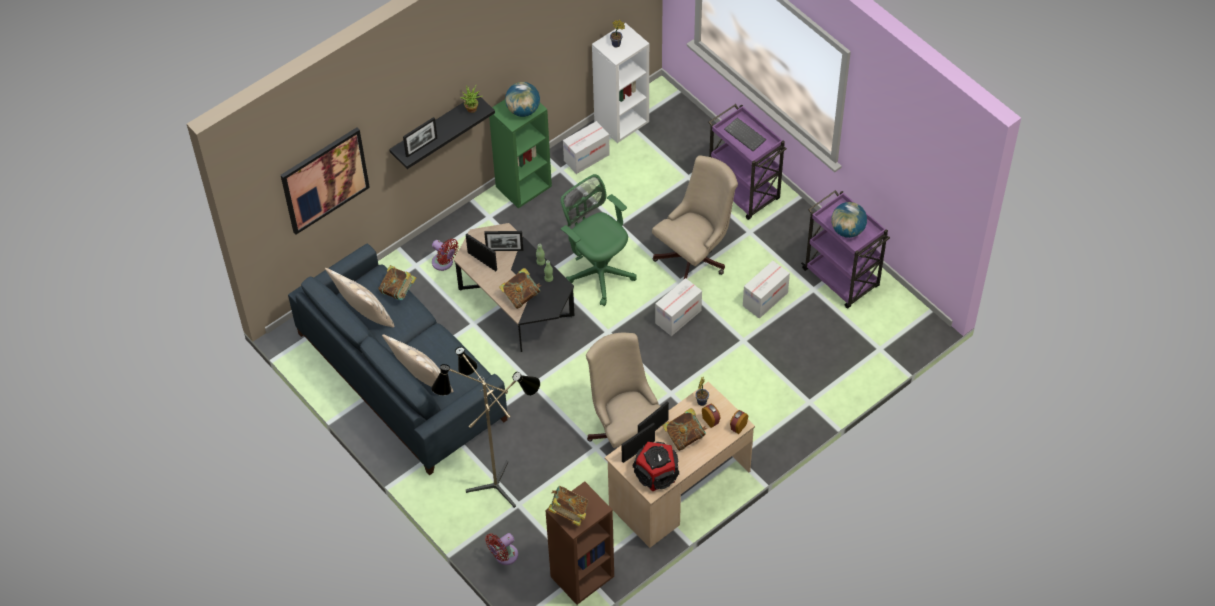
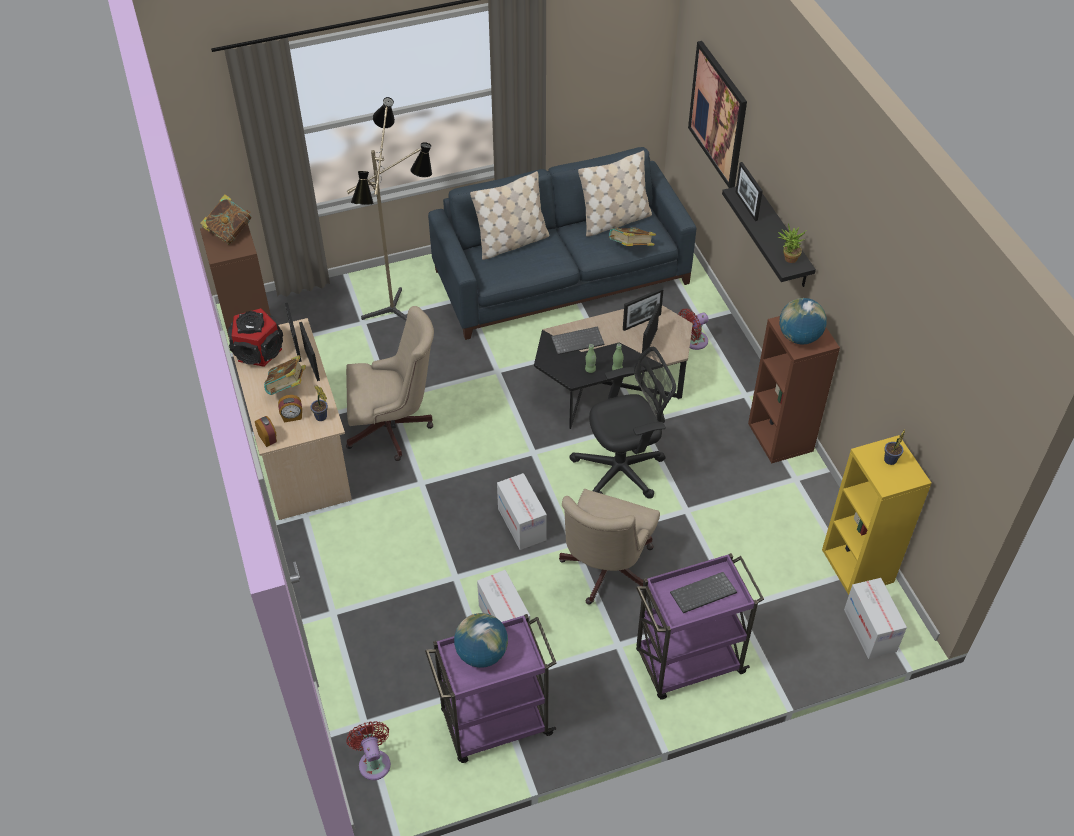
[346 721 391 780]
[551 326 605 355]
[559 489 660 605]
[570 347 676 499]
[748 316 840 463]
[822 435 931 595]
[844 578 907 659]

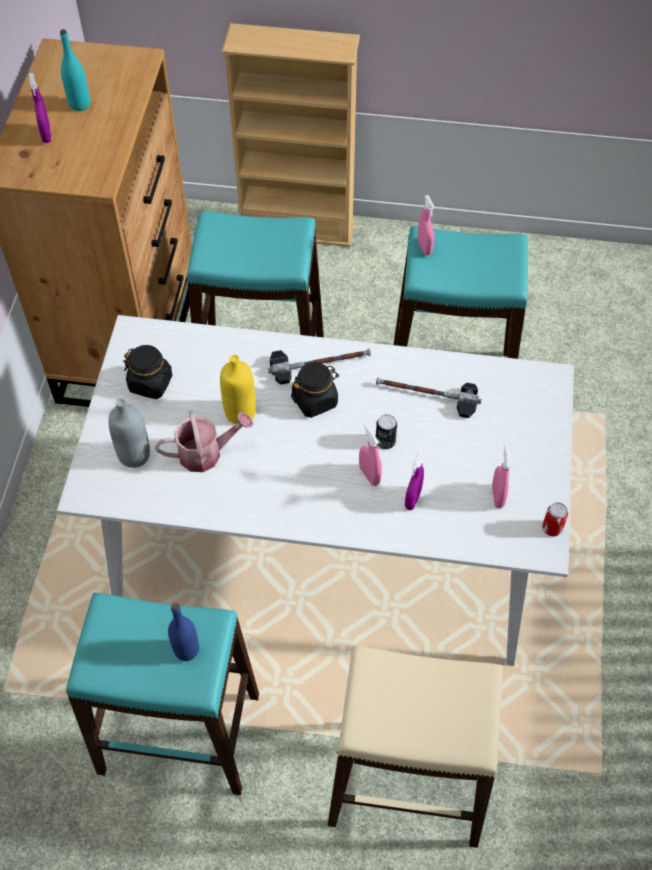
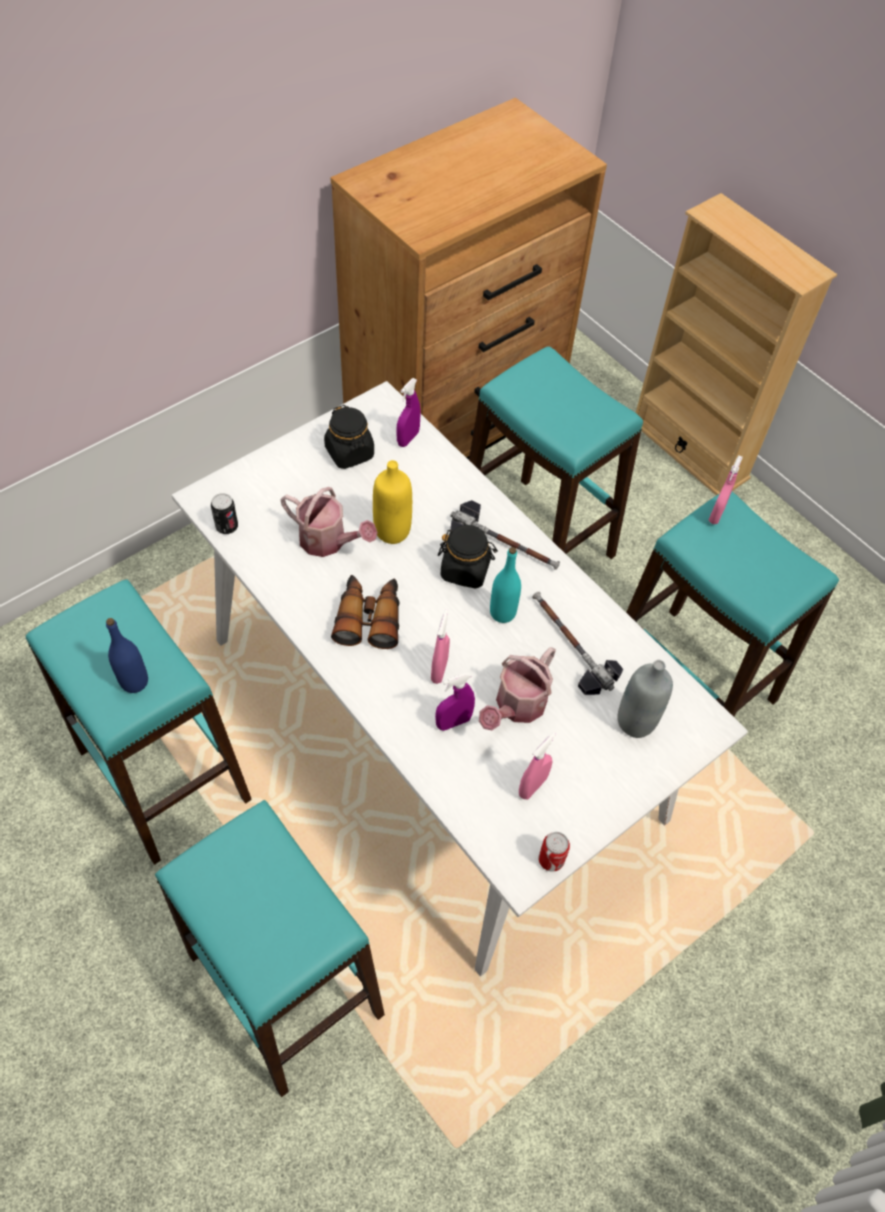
[155 800 385 1097]
[211 493 238 534]
[331 575 399 649]
[396 378 421 447]
[479 647 556 730]
[490 547 521 623]
[617 660 673 738]

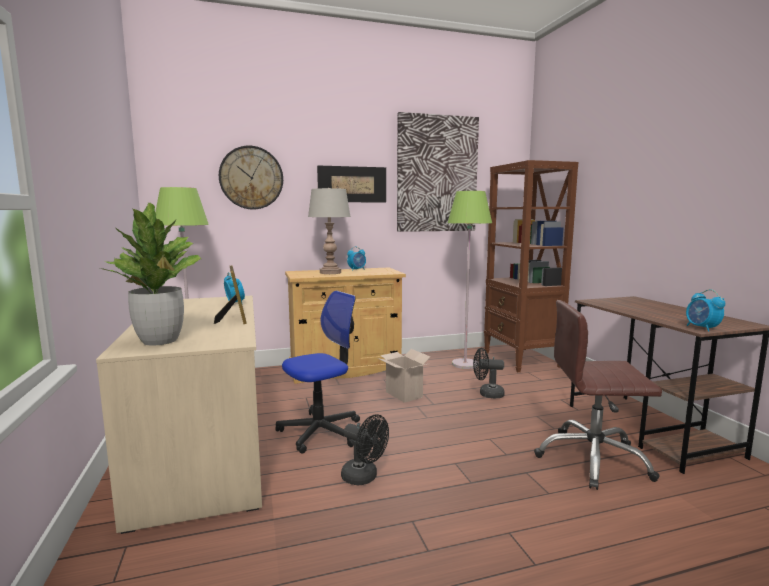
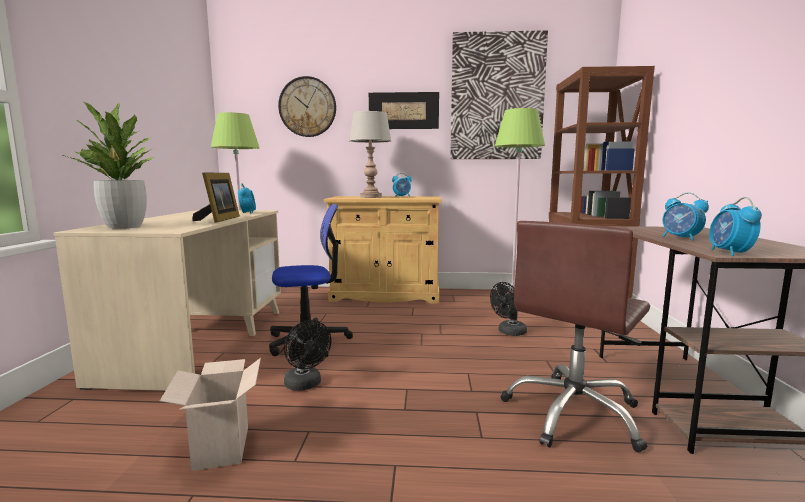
[160 358 261 471]
[490 282 527 336]
[501 221 650 452]
[662 192 709 241]

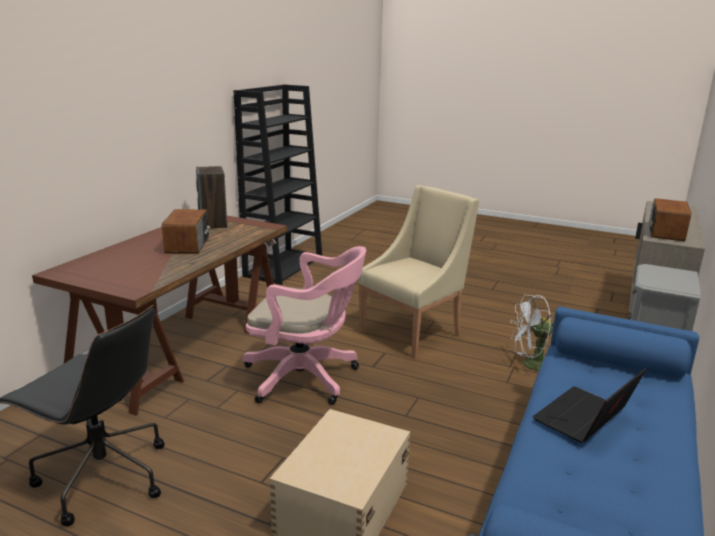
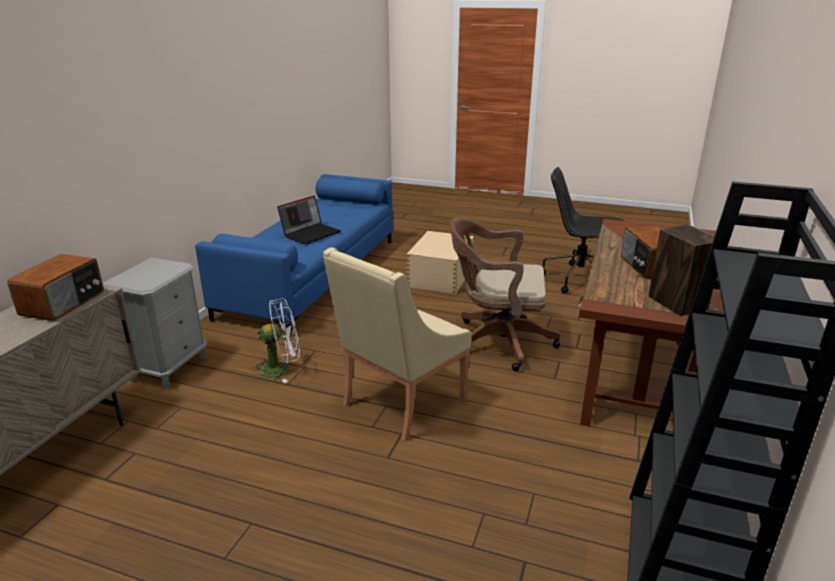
[450 216 560 371]

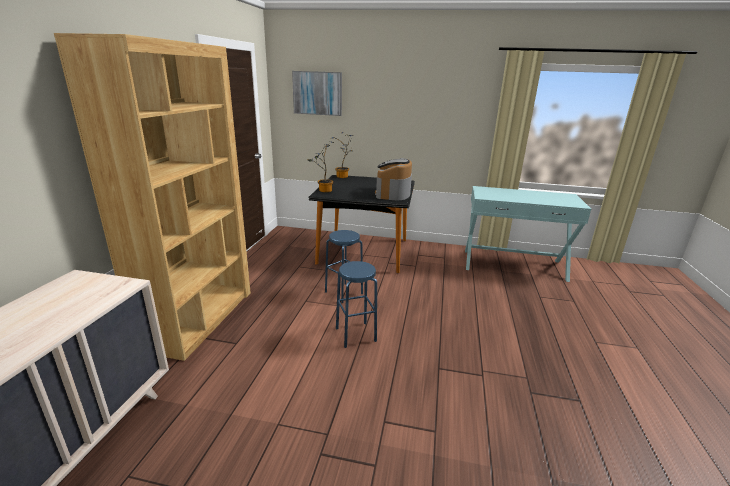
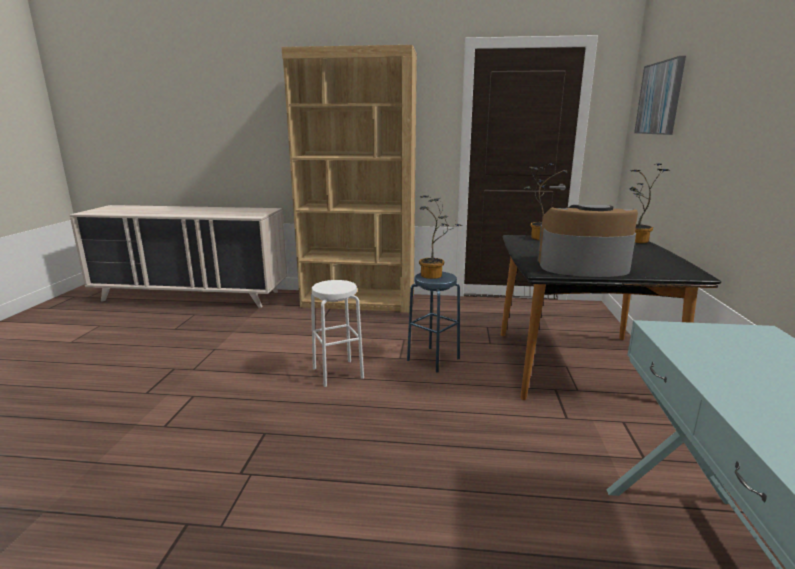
[311 280 364 387]
[419 195 462 279]

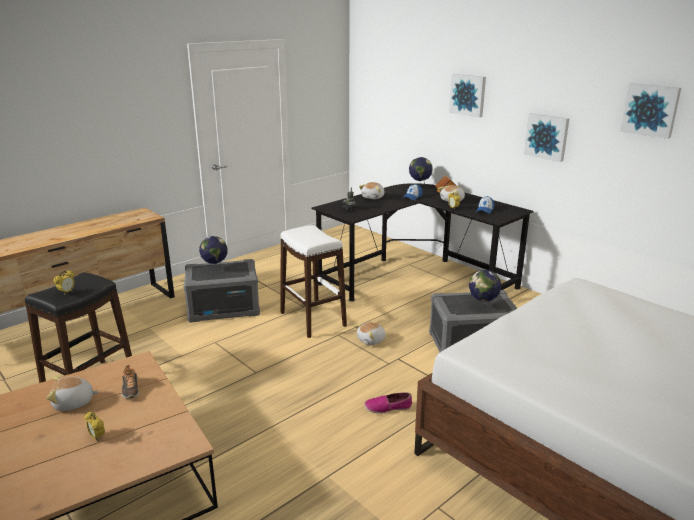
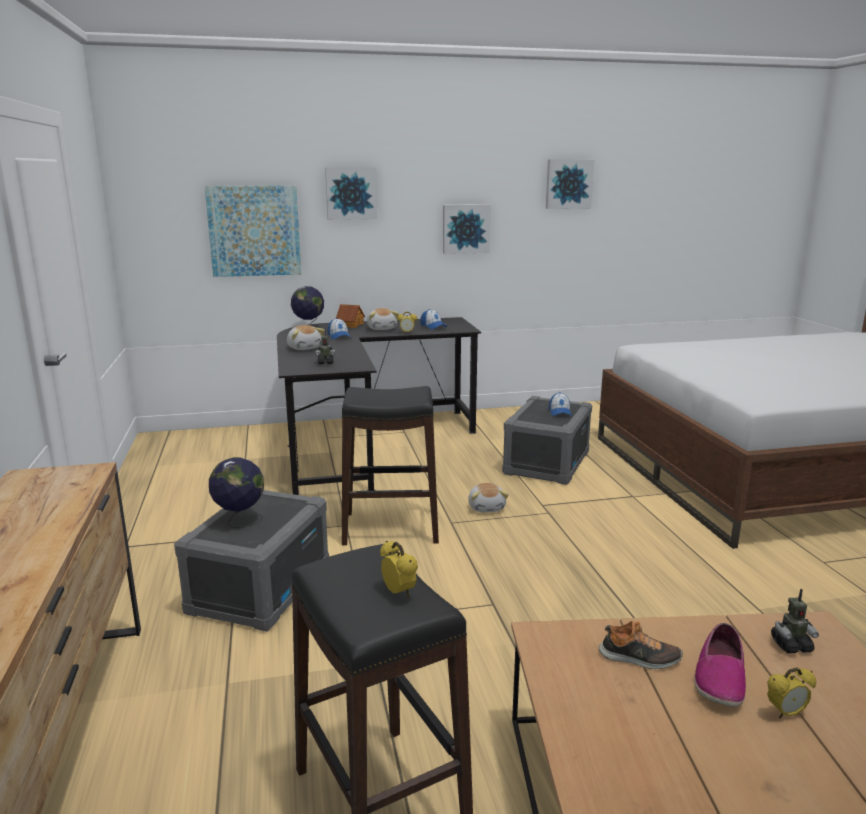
[205 185 301 277]
[342 386 439 545]
[549 392 572 416]
[694 623 746 707]
[771 589 819 653]
[47 376 99 411] (first image)

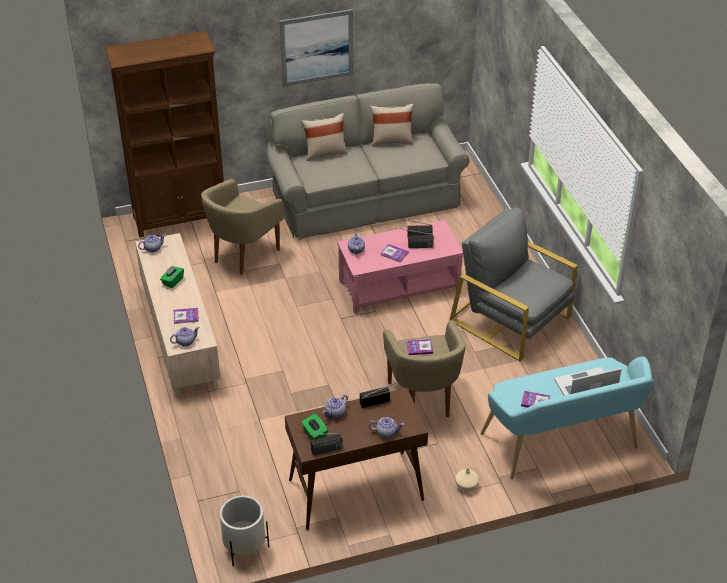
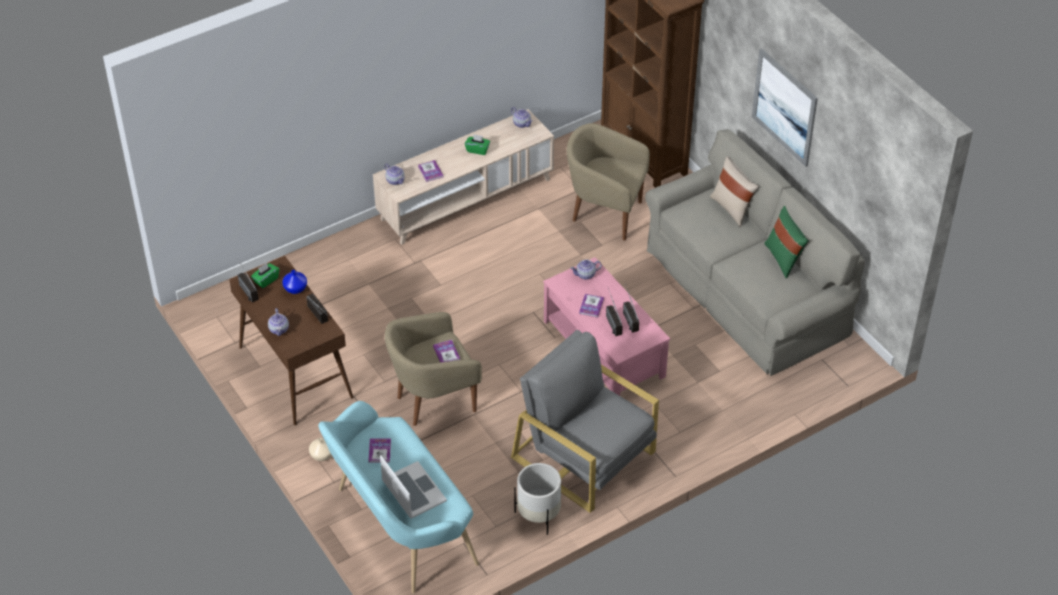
[282 270 307 294]
[511 330 659 513]
[514 463 561 535]
[764 205 809 279]

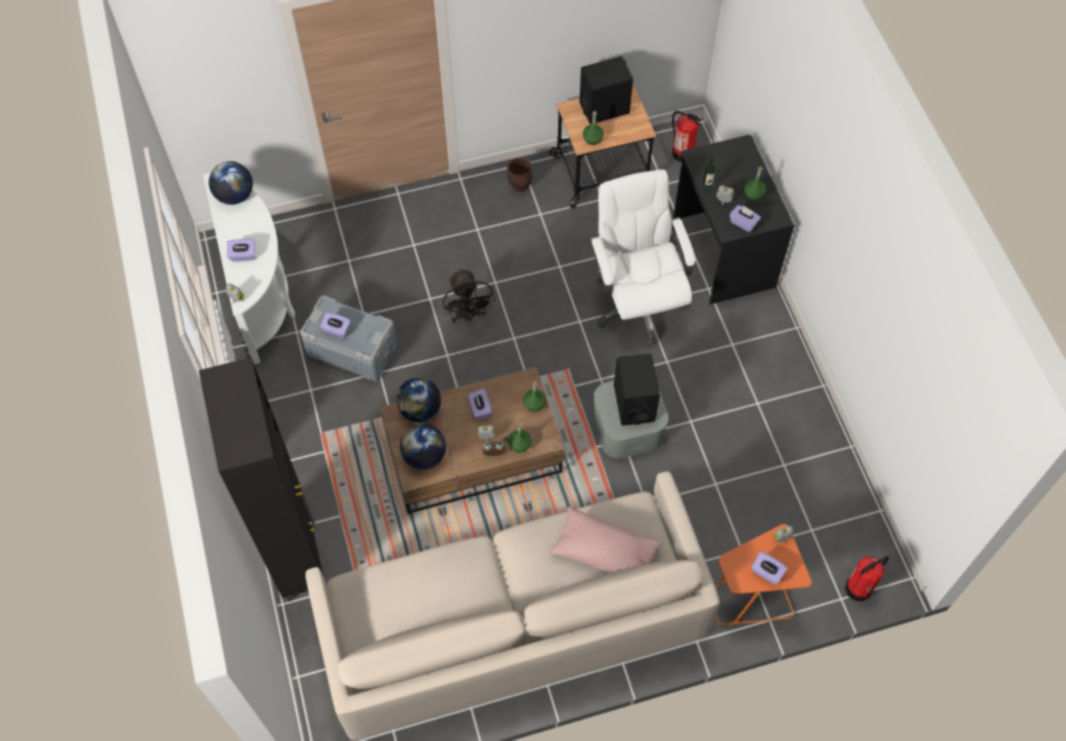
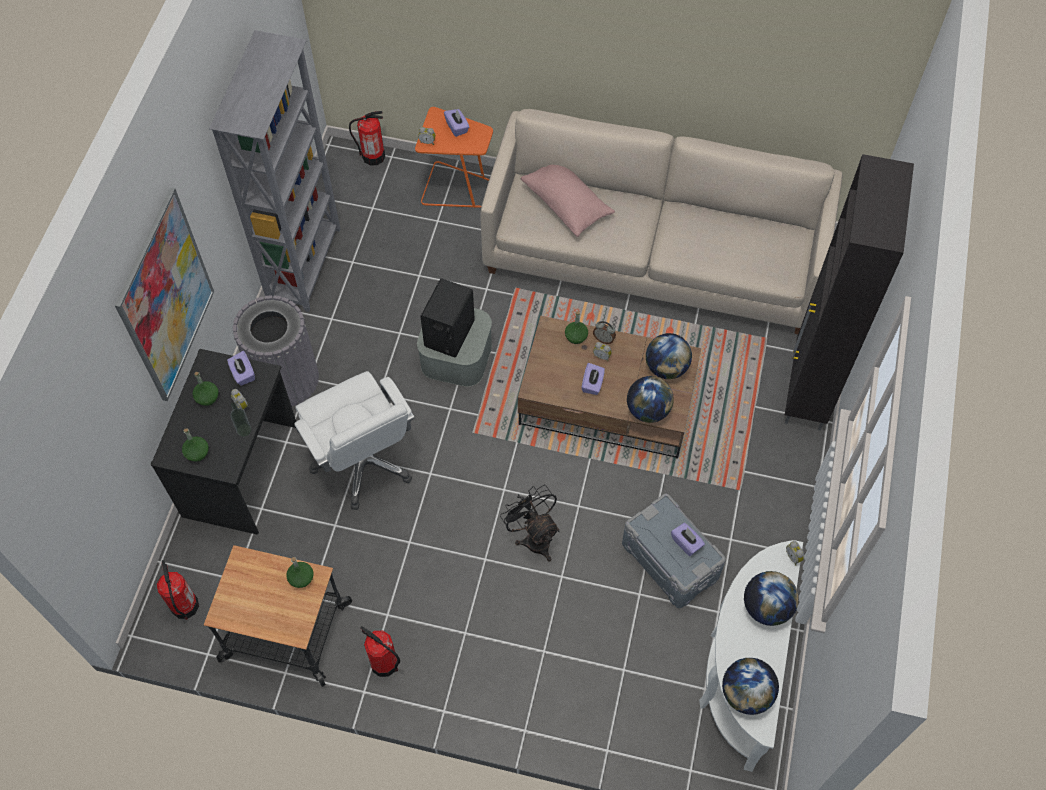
[114 187 214 401]
[182 428 209 462]
[209 30 341 312]
[233 295 319 406]
[294 371 415 510]
[360 626 400 677]
[500 485 560 562]
[744 571 799 626]
[580 56 633 124] (first image)

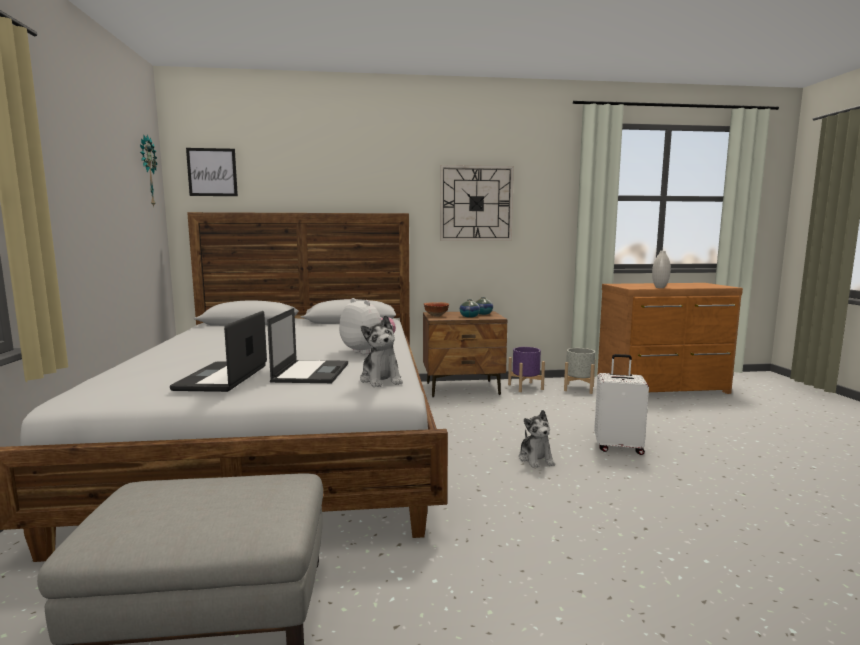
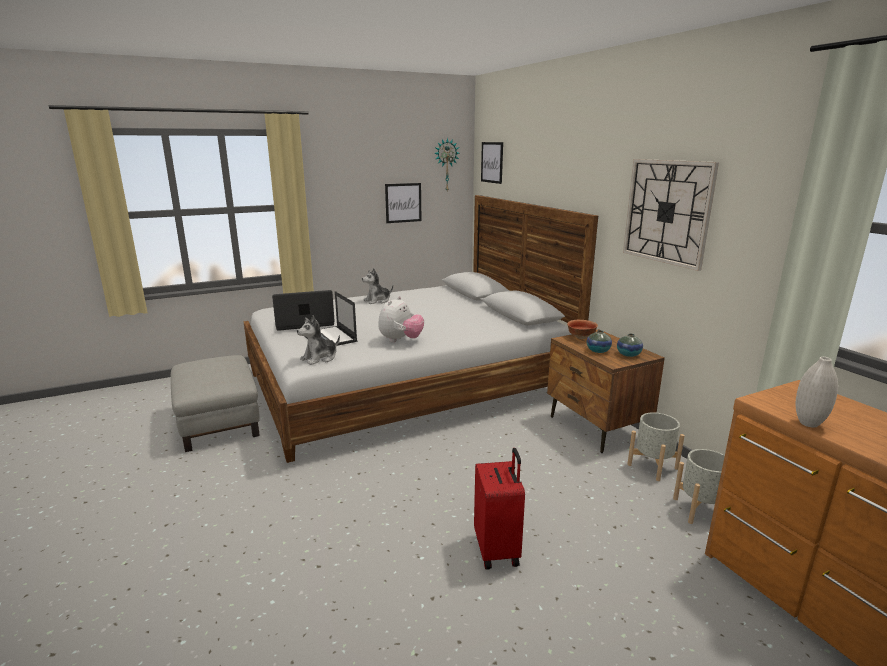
[305 291 357 346]
[362 268 393 304]
[385 183 421 223]
[474 448 525 570]
[627 412 685 481]

